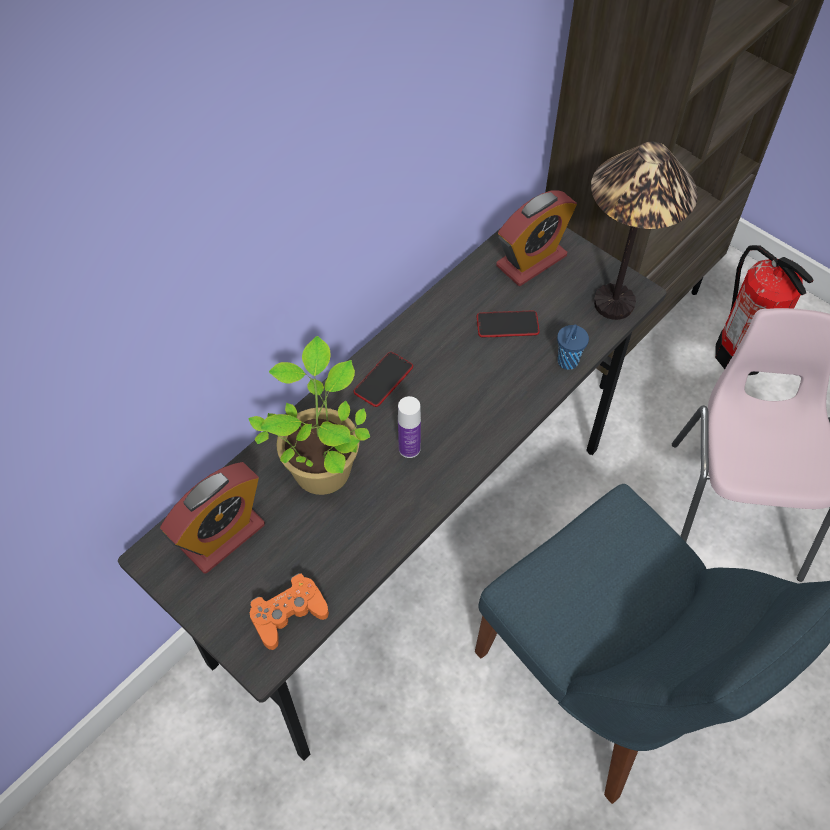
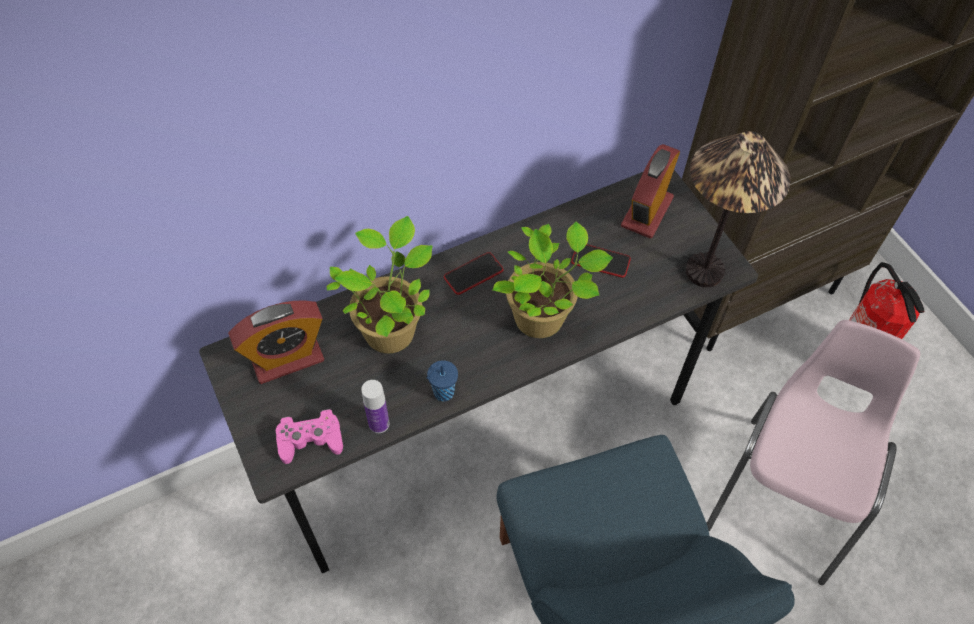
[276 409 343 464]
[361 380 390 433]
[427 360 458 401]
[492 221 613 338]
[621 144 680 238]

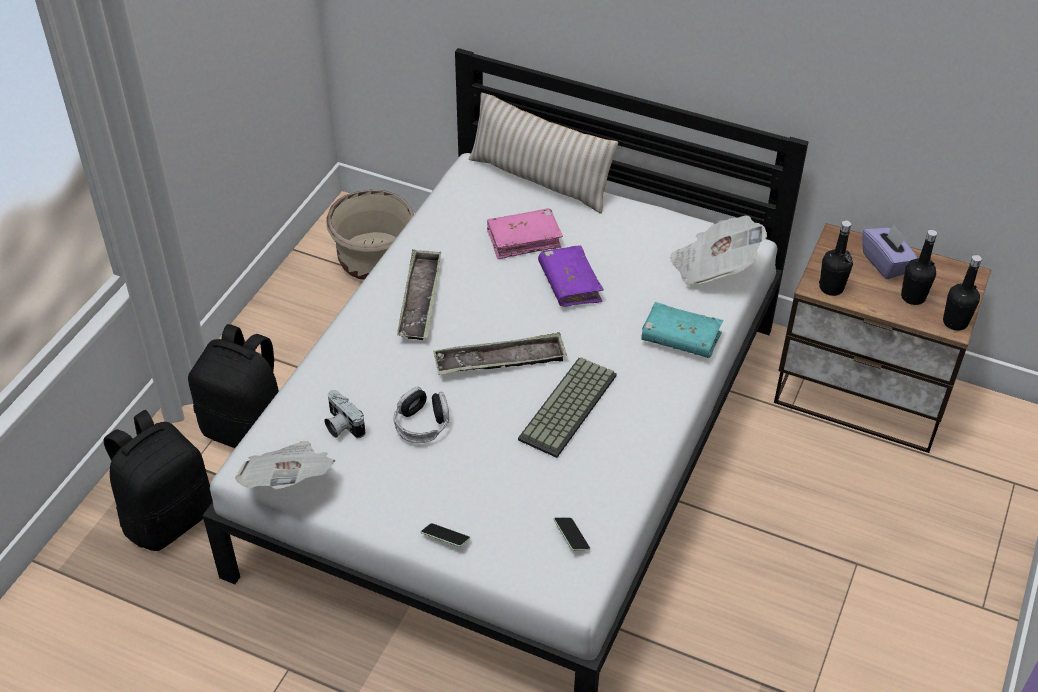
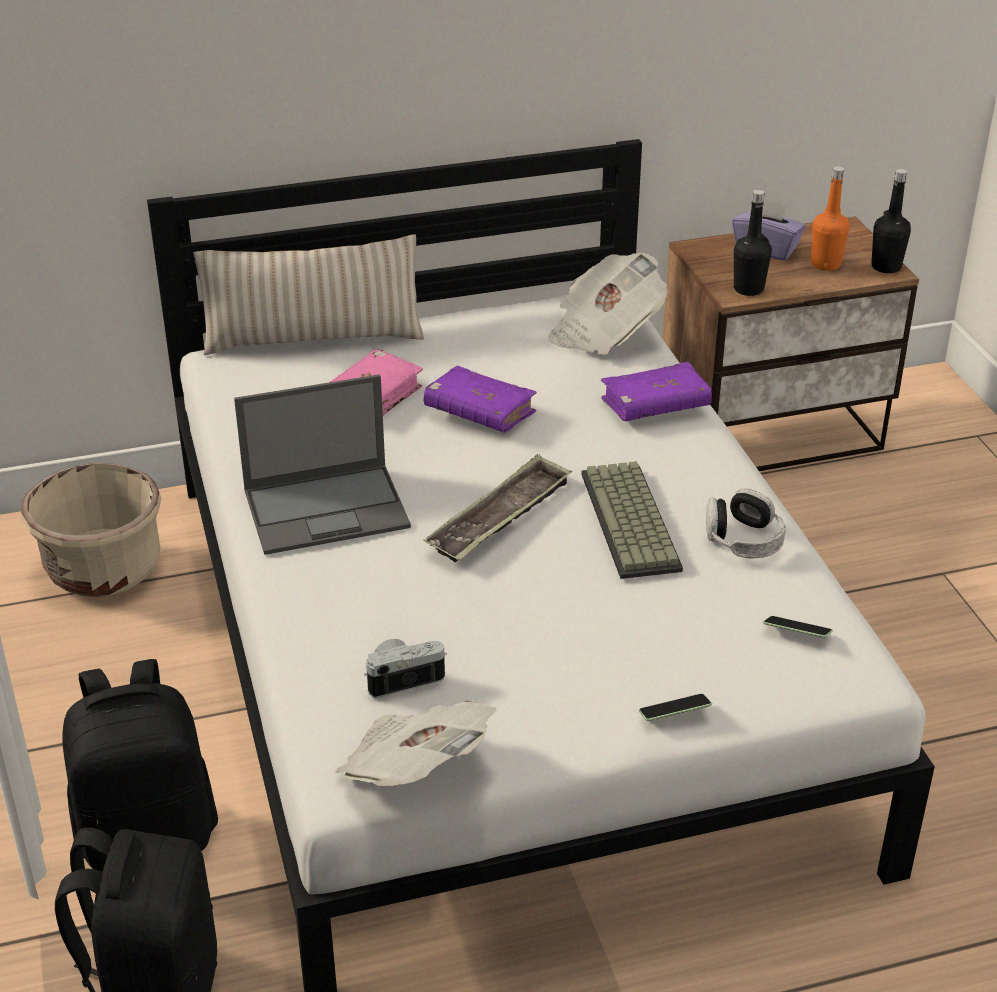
[234 374 411 555]
[364 639 447 698]
[601 362 712 422]
[706 488 786 559]
[811 166 850 271]

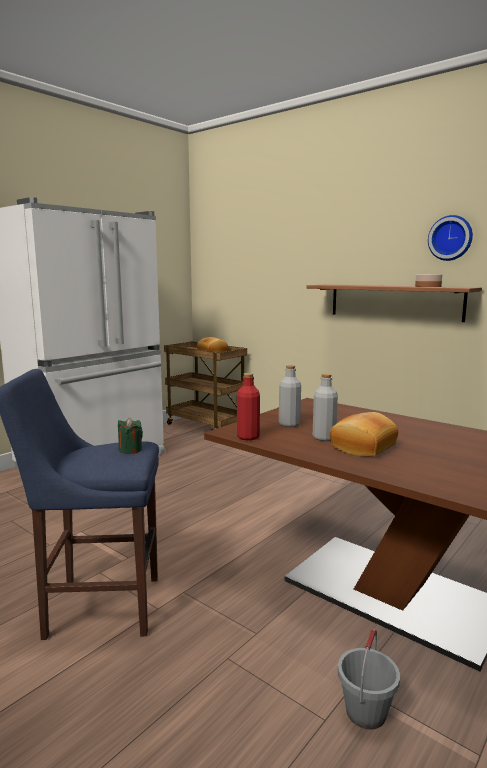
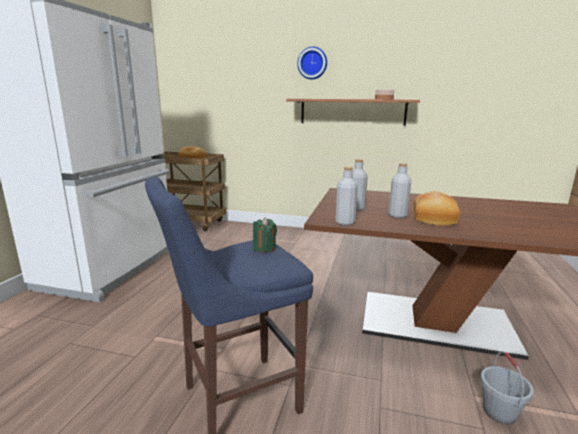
[297 47 327 79]
[335 167 358 226]

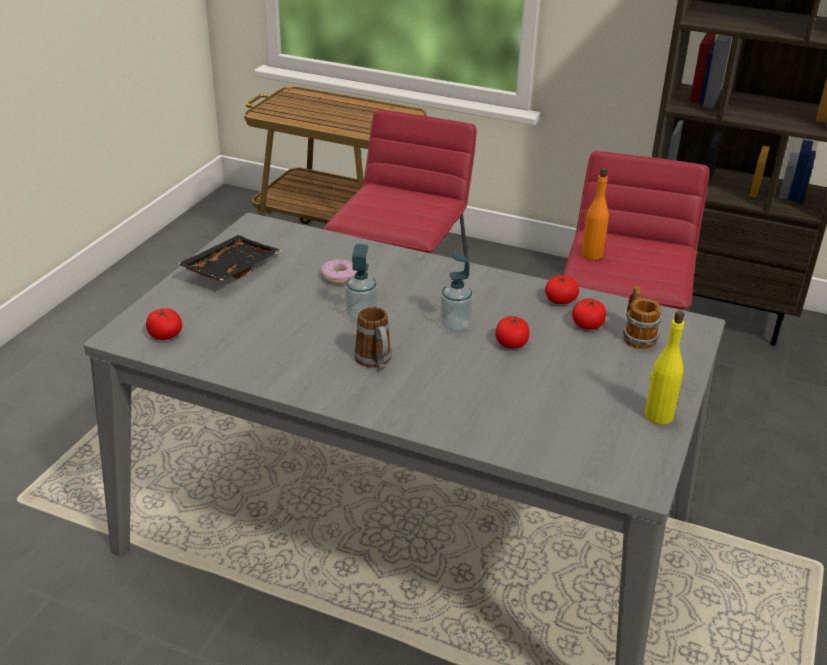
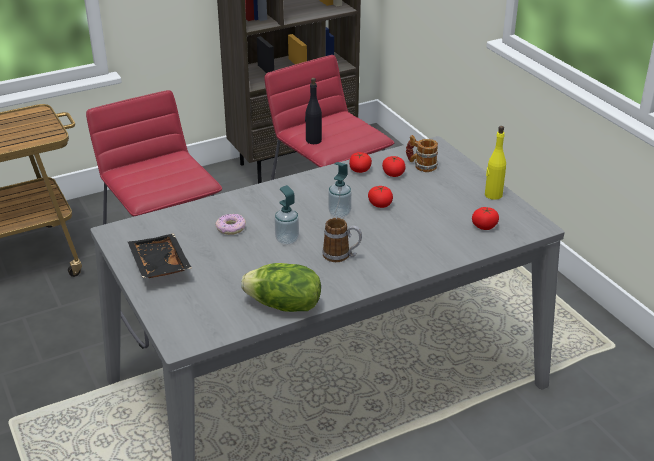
[241 263 321 312]
[305 78 322 144]
[472 207 499 230]

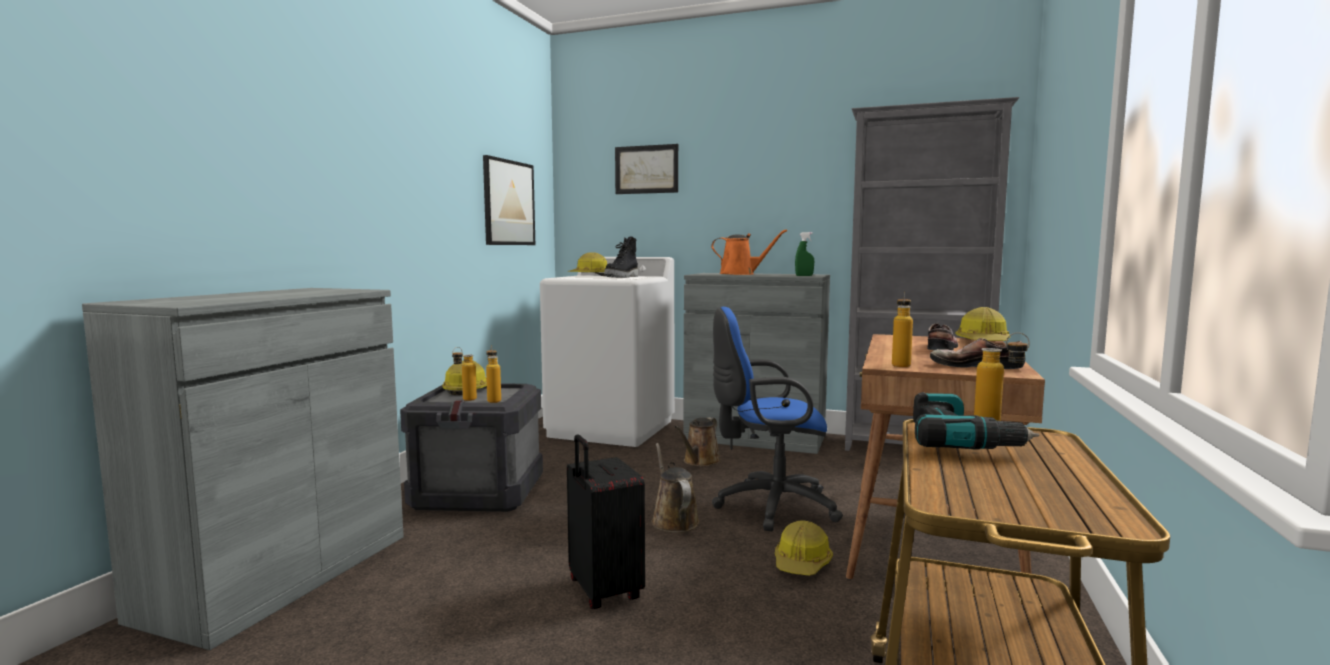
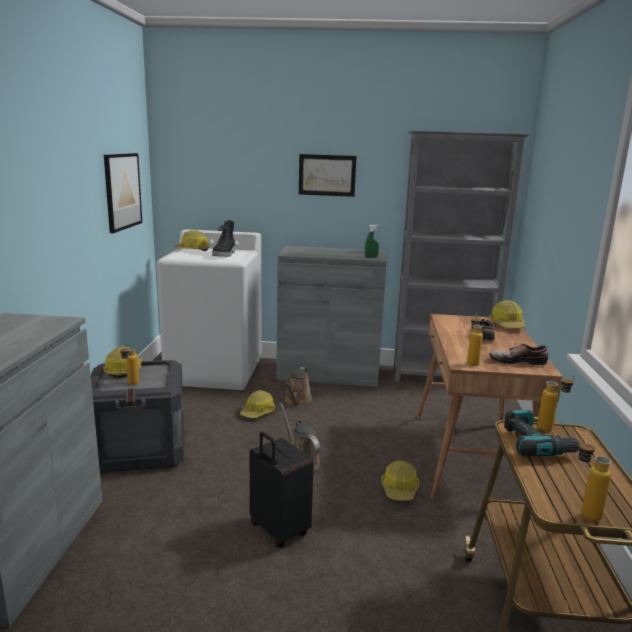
[240 390 275 418]
[299 154 356 197]
[578 438 611 521]
[711 229 787 275] (first image)
[712 307 843 531] (first image)

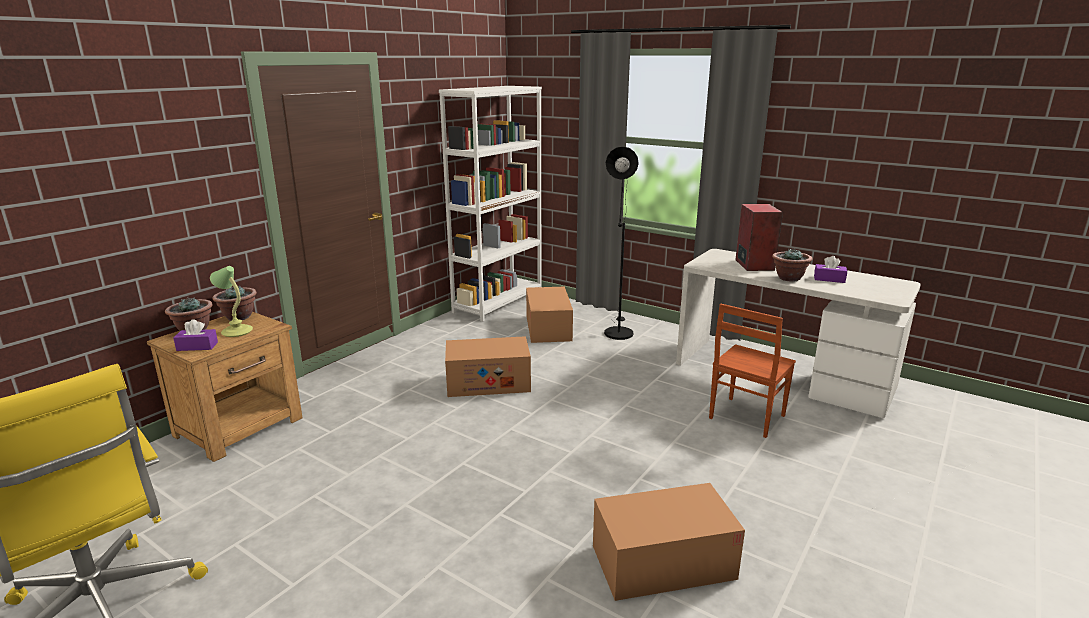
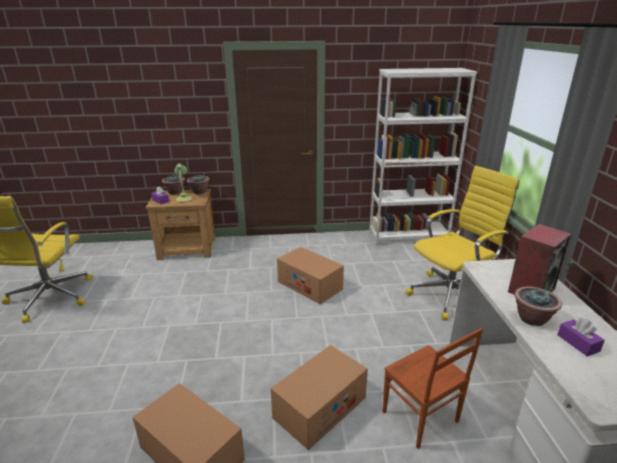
[271 345 368 450]
[382 328 483 449]
[405 166 520 320]

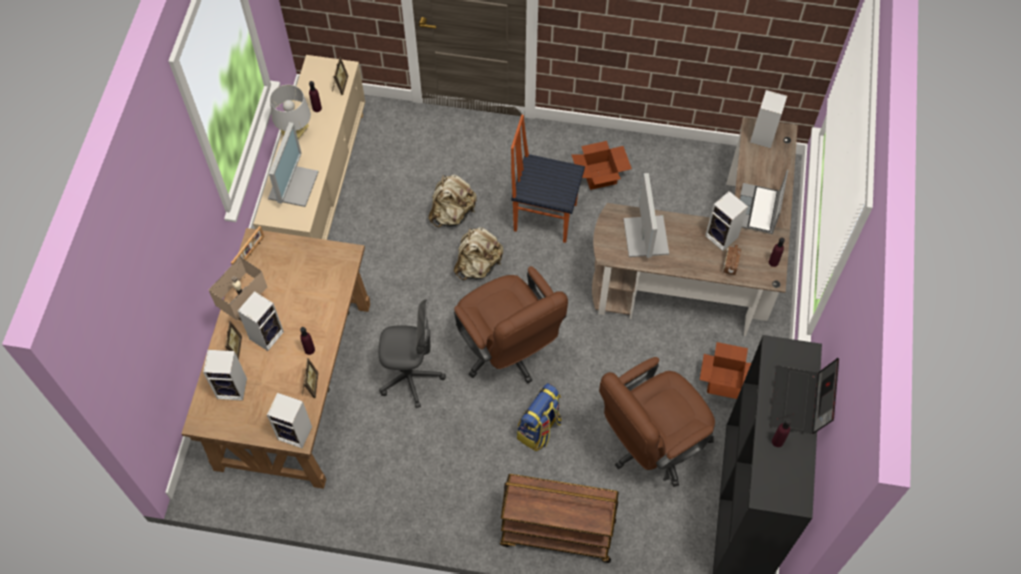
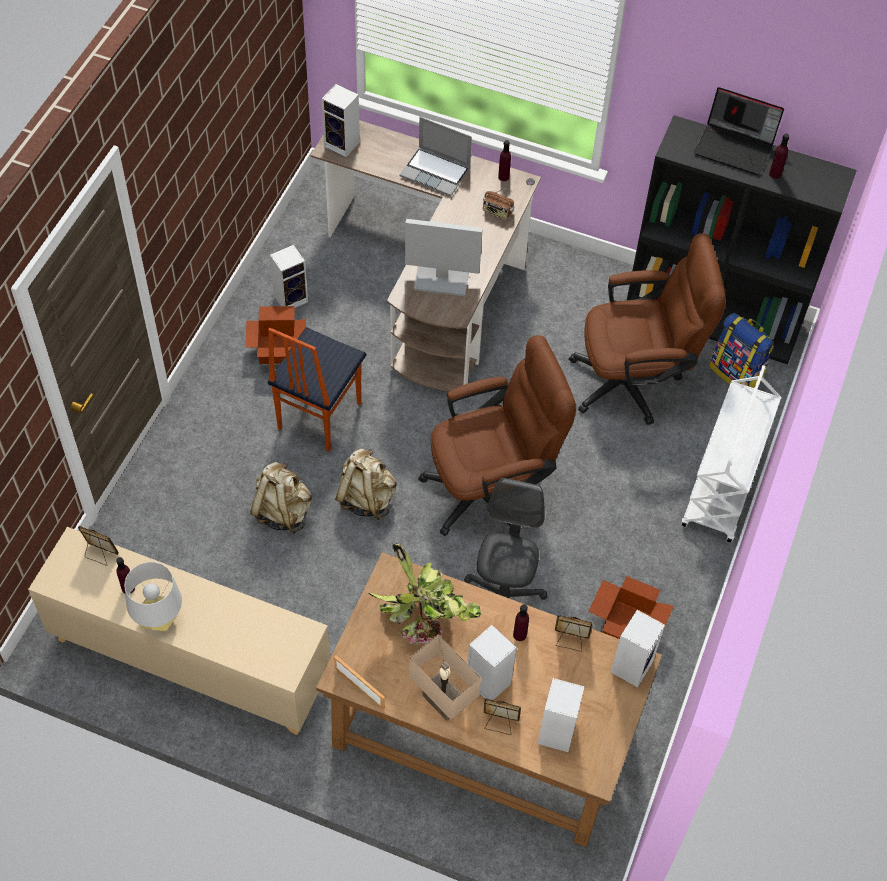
[270 245 308 308]
[369 543 481 645]
[569 233 726 425]
[588 576 674 639]
[681 365 781 542]
[709 313 774 388]
[268 122 319 207] (first image)

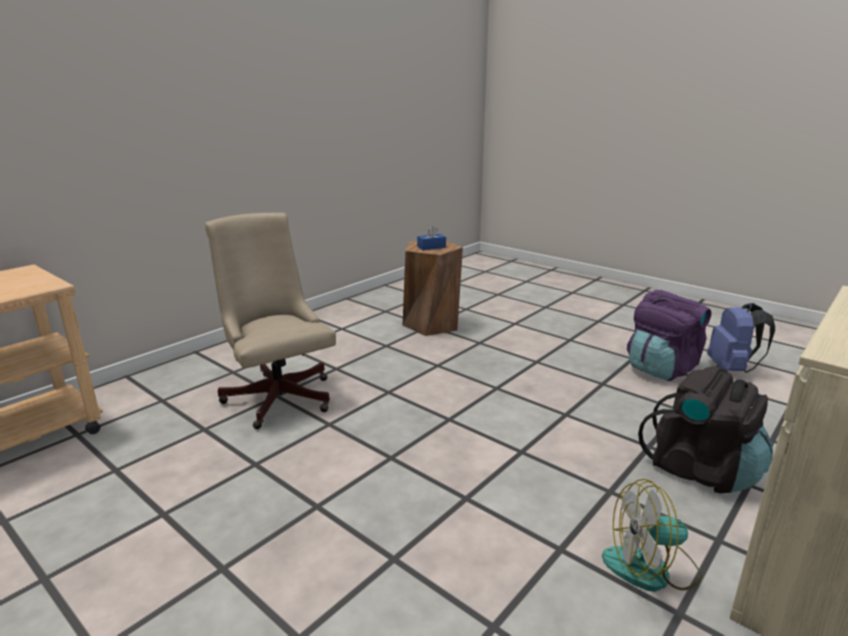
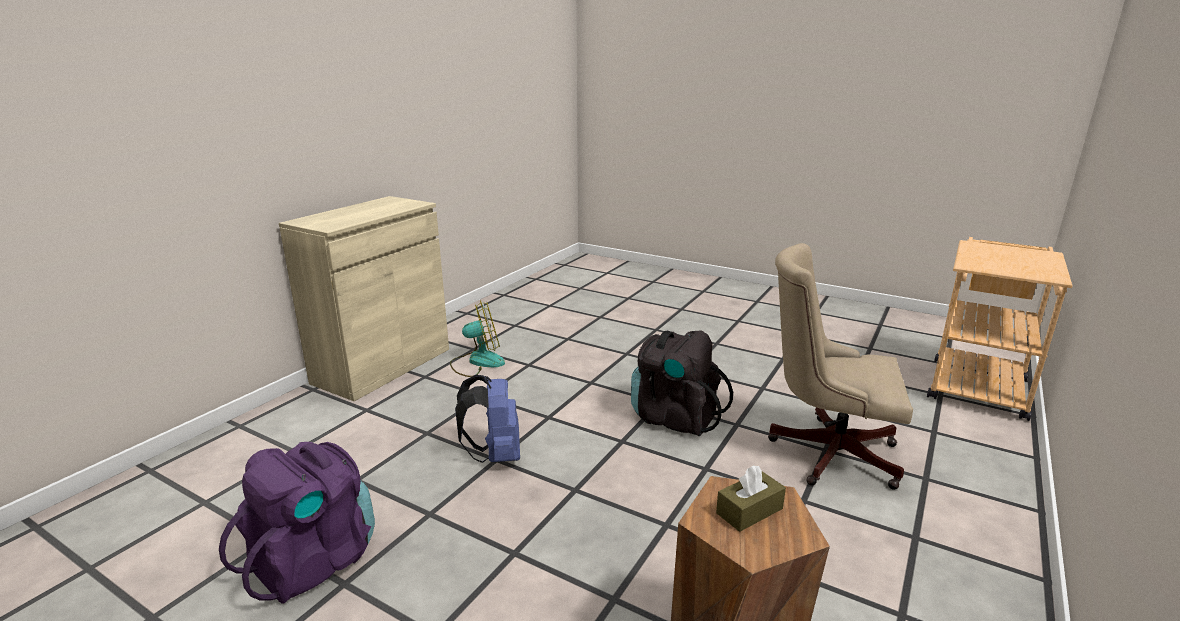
[455 375 520 463]
[631 330 733 436]
[716 465 786 532]
[768 243 913 490]

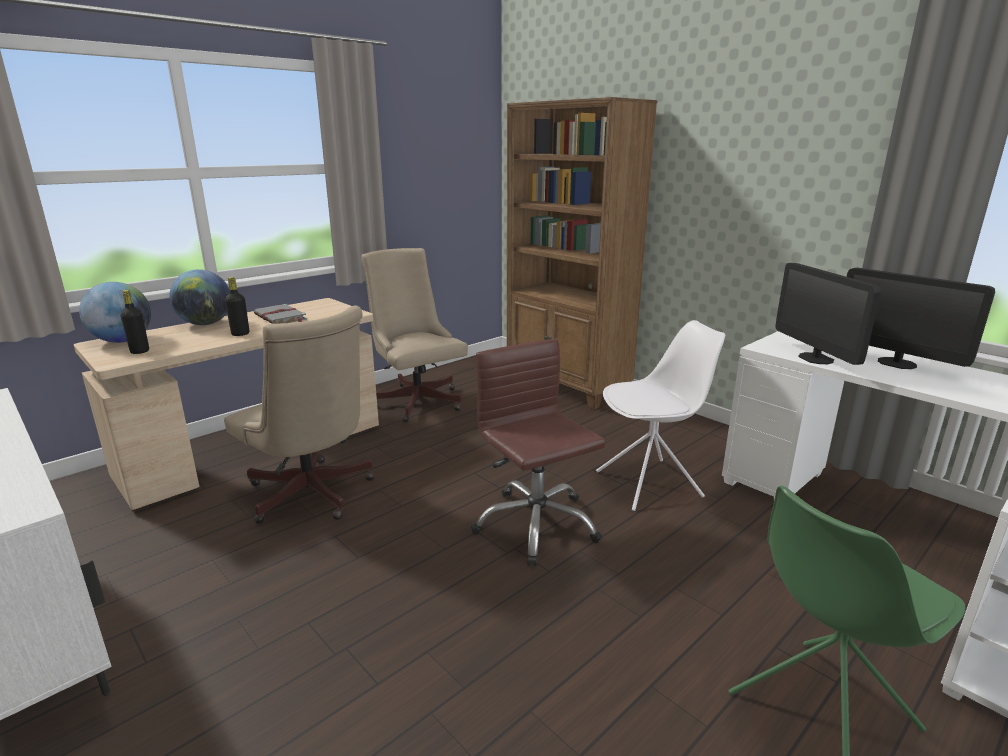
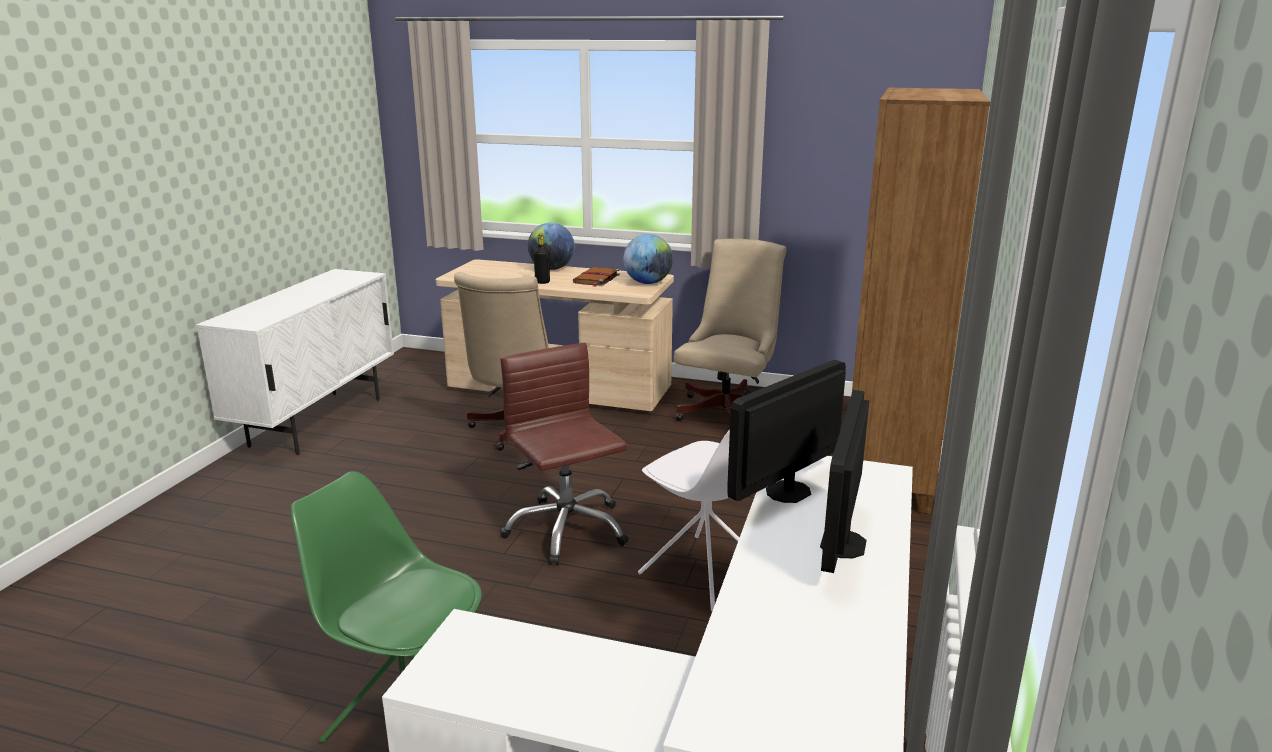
[500 343 629 565]
[573 267 620 287]
[623 234 673 284]
[121 290 149 354] (first image)

